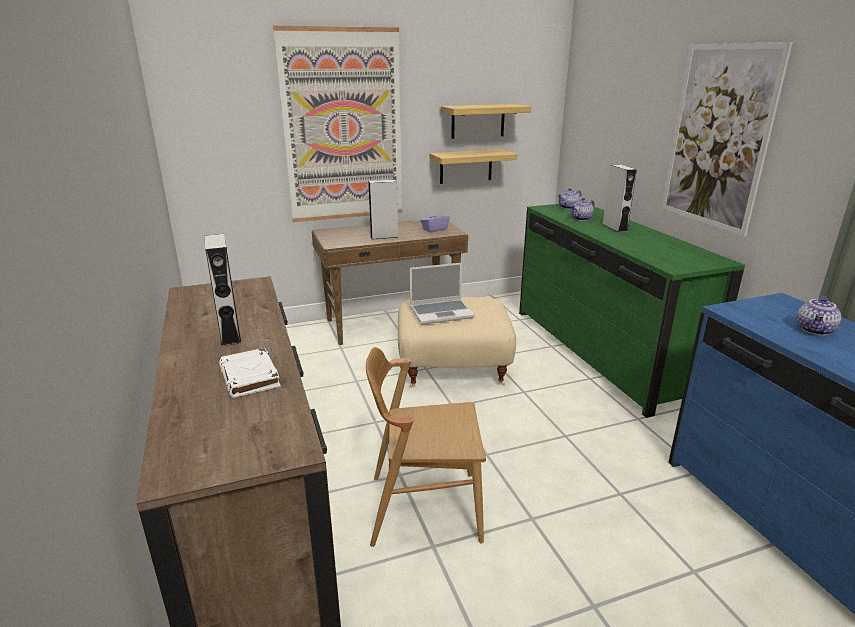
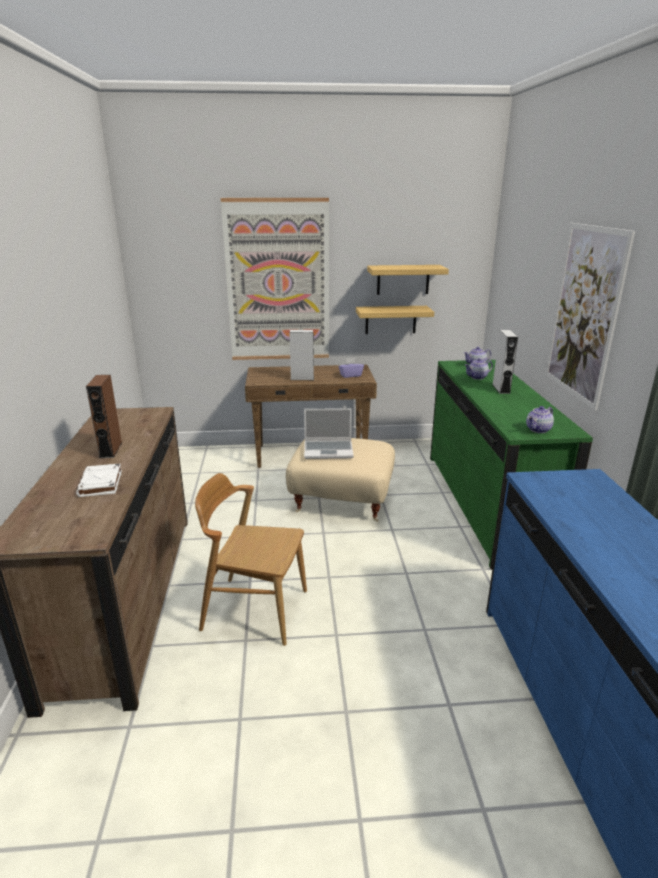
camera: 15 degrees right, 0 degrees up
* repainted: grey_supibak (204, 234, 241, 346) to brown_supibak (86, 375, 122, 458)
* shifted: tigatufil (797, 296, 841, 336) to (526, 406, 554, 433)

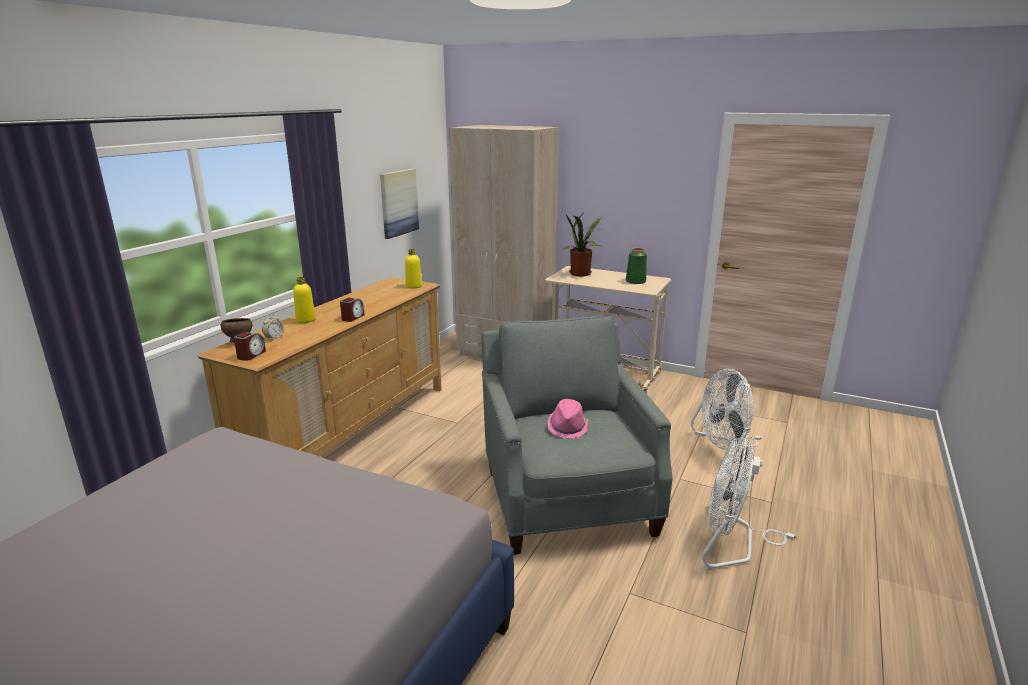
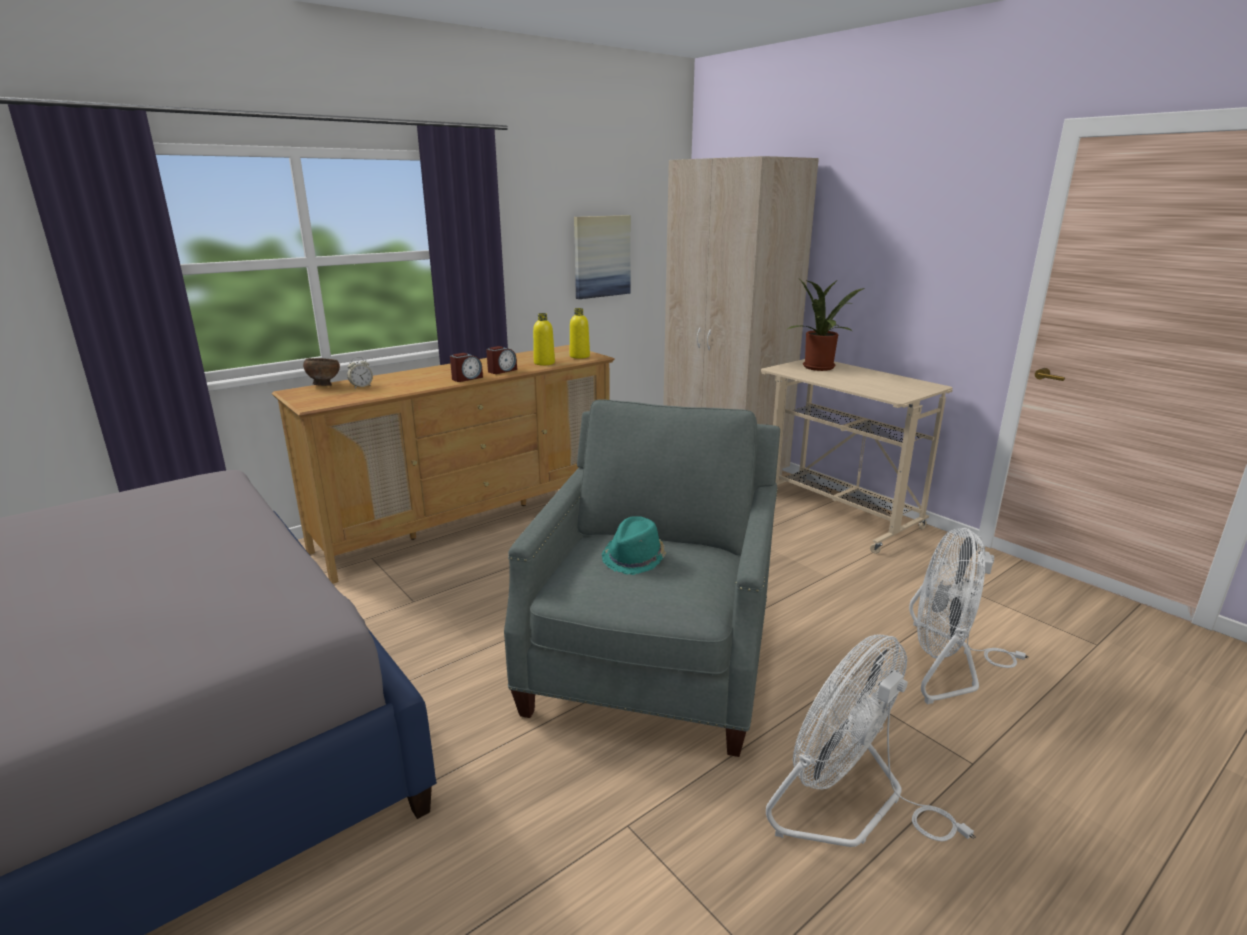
camera: 25 degrees right, 0 degrees up
* gone: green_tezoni (626, 248, 647, 284)
* shifted: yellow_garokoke (293, 277, 316, 323) to (533, 313, 555, 366)
* shifted: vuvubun (234, 332, 266, 361) to (486, 346, 517, 374)
* repainted: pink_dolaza (547, 399, 589, 439) to turquoise_dolaza (602, 516, 666, 575)

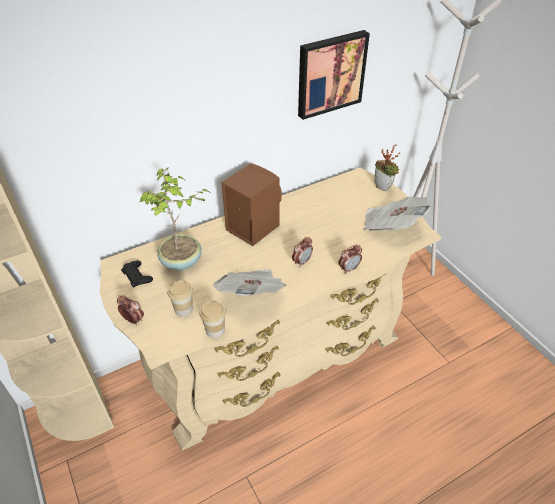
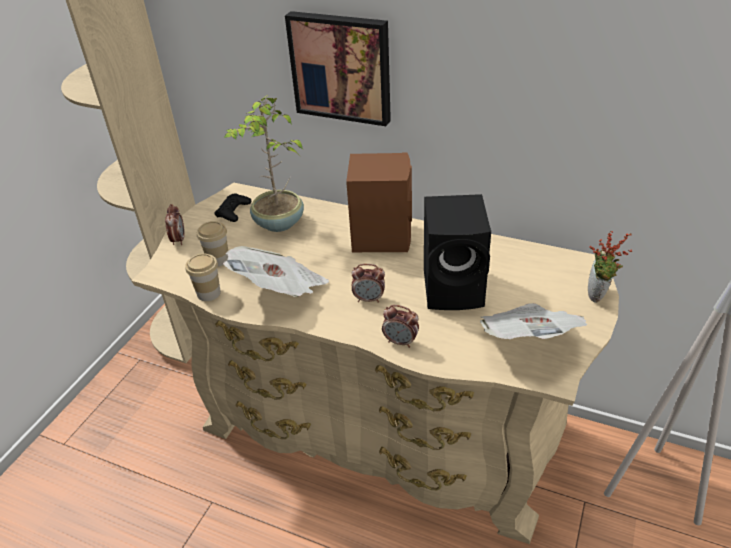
camera: 55 degrees right, 5 degrees down
* shifted: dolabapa (298, 30, 370, 120) to (285, 11, 391, 126)
* new: black_supibak (424, 194, 491, 310)

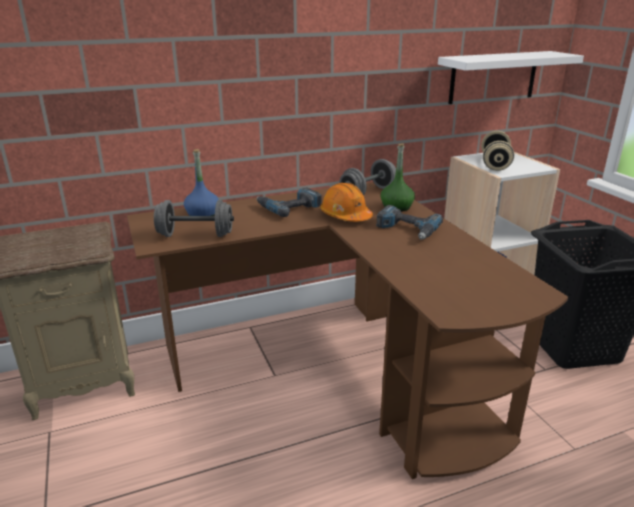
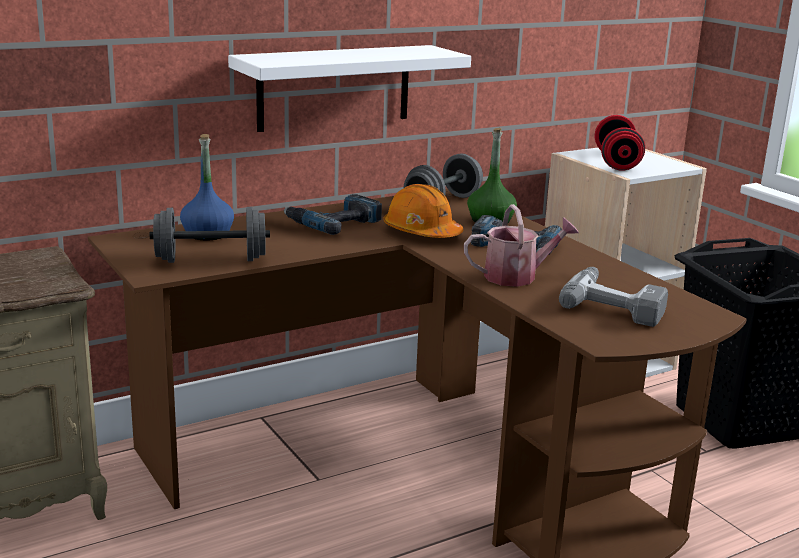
camera: 10 degrees left, 5 degrees down
* shifted: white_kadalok (438, 51, 584, 104) to (228, 45, 471, 132)
* repainted: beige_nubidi (481, 131, 514, 171) to red_nubidi (595, 115, 645, 171)
* new: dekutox (464, 204, 579, 287)
* new: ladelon (559, 267, 668, 327)

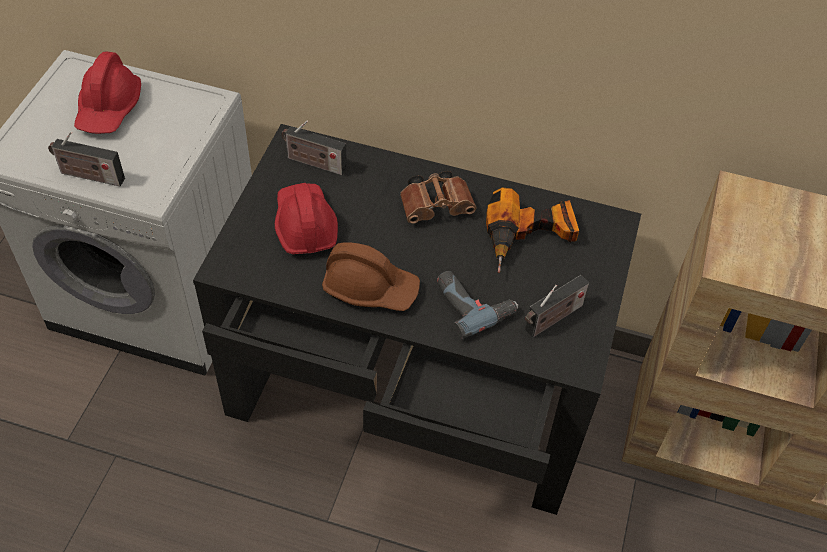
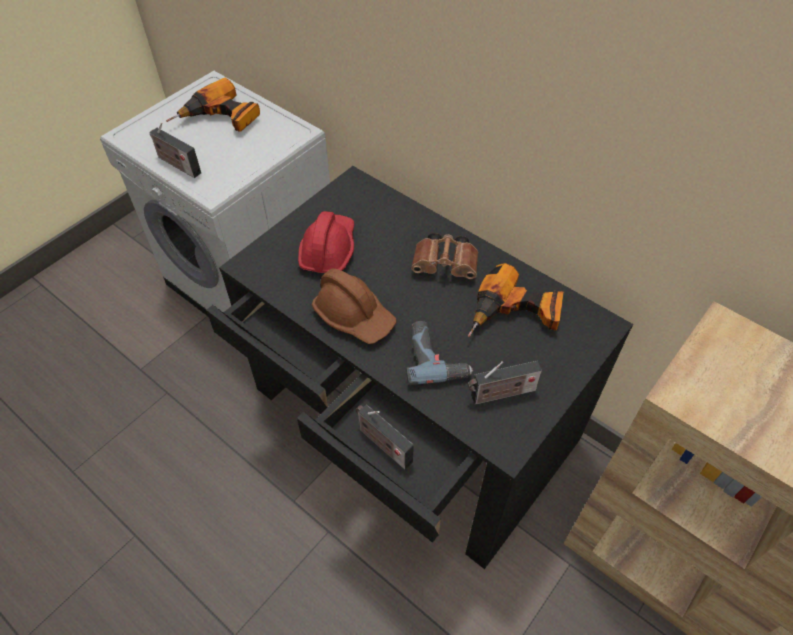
camera: 25 degrees right, 0 degrees up
* swapped: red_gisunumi (74, 52, 141, 134) to ladelon (166, 78, 260, 132)
* shifted: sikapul (281, 121, 347, 175) to (356, 405, 414, 470)

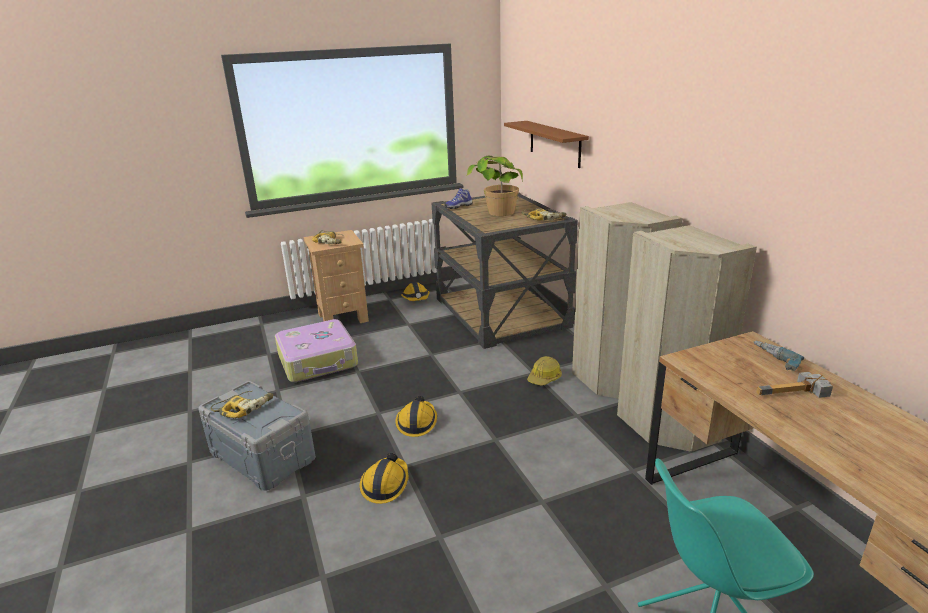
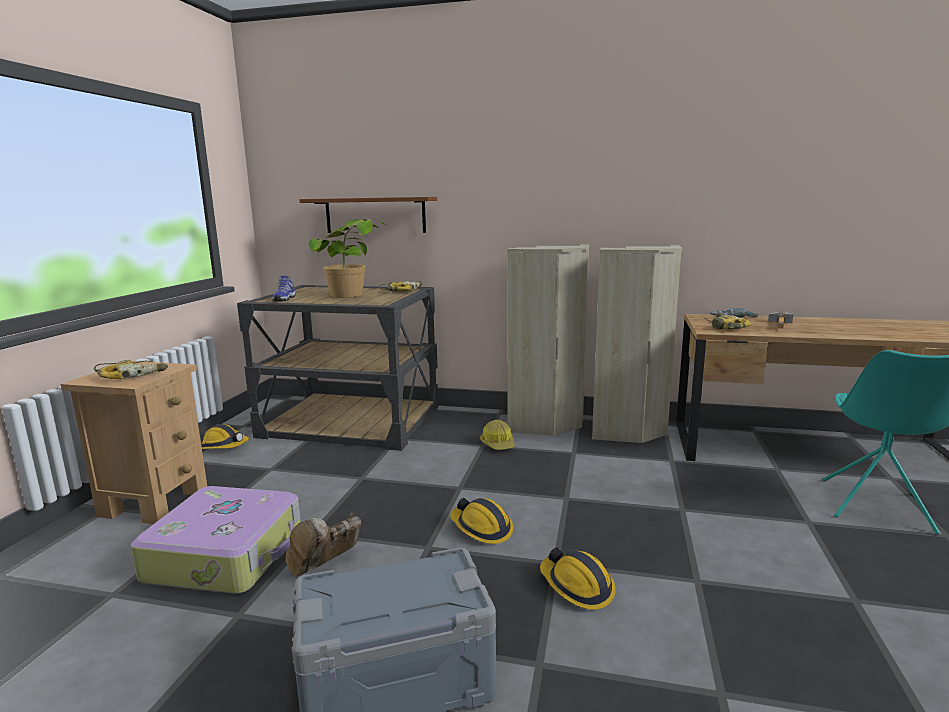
camera: 55 degrees left, 10 degrees down
* shifted: ladelon (211, 391, 273, 418) to (704, 313, 751, 329)
* new: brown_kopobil (285, 513, 361, 577)

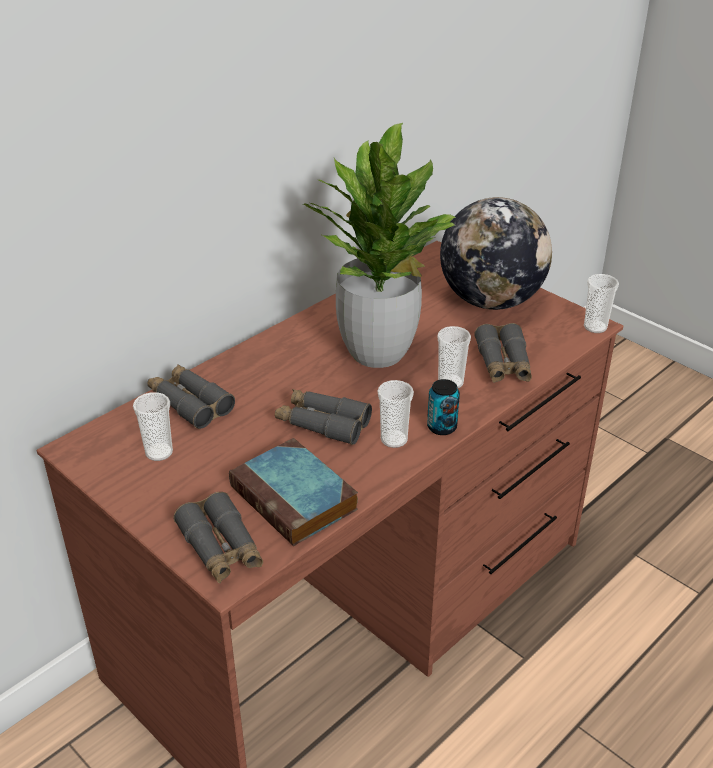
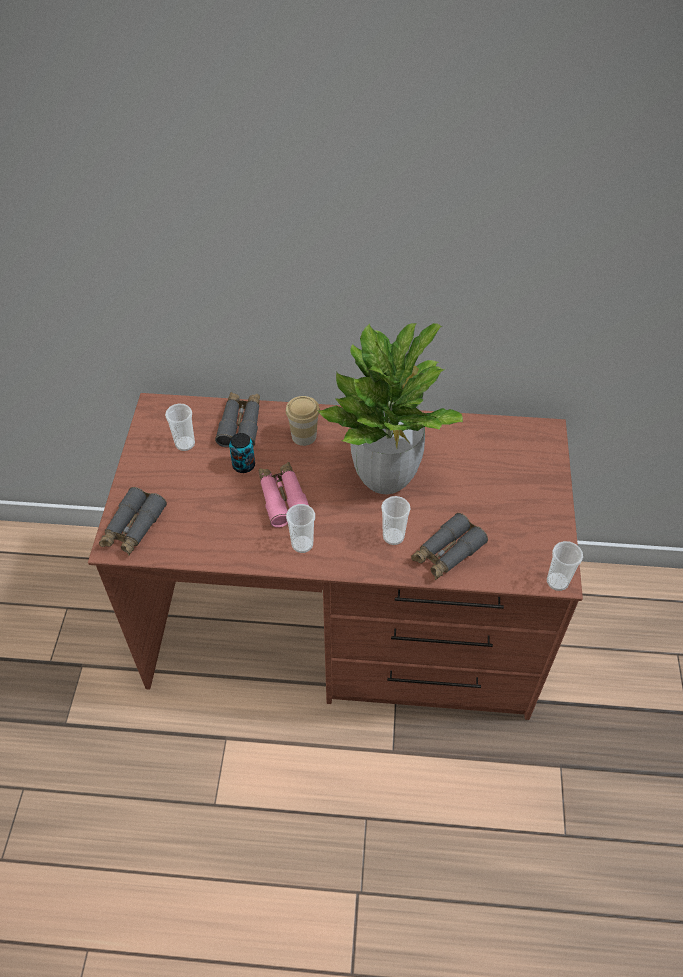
camera: 50 degrees right, 15 degrees up
* gone: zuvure (440, 197, 552, 310)
* shifted: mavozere (427, 379, 460, 435) to (229, 433, 255, 473)
* repainted: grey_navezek (275, 389, 372, 445) to pink_navezek (259, 462, 309, 528)
* gone: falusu (229, 438, 358, 546)
* new: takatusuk (286, 396, 320, 446)

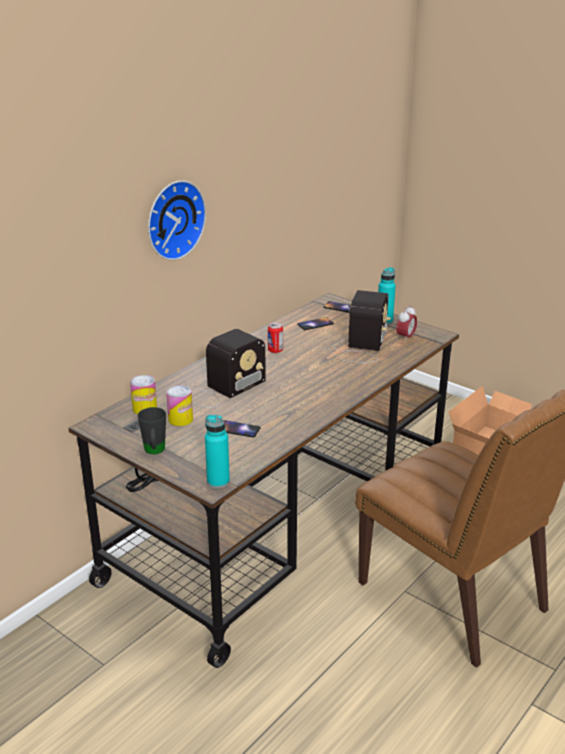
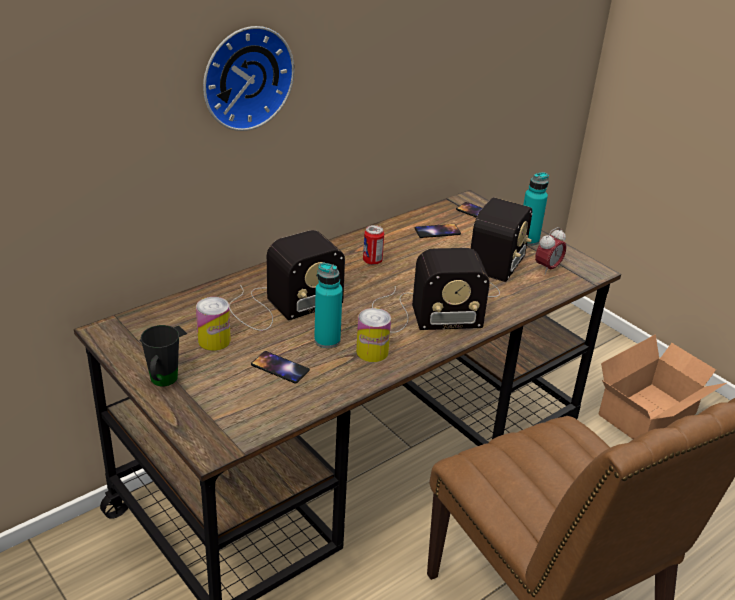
camera: 10 degrees right, 5 degrees up
* shifted: mavozere (130, 375, 157, 414) to (356, 308, 391, 362)
* shifted: turquoise_garokoke (205, 415, 230, 488) to (314, 263, 343, 348)
* new: sikapul (372, 248, 490, 333)

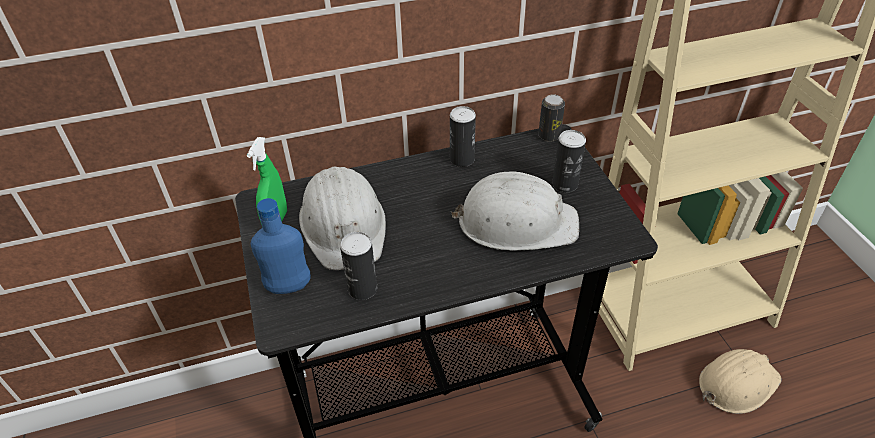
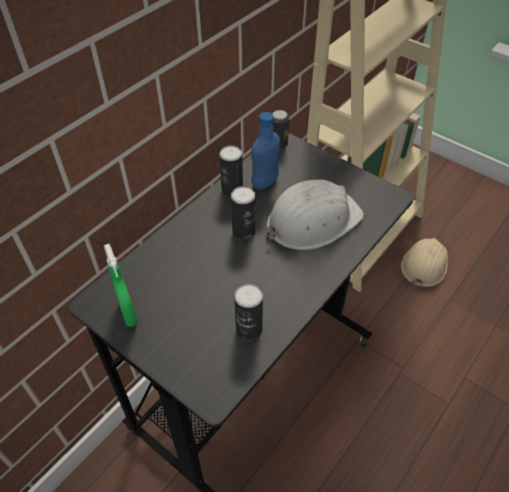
camera: 35 degrees left, 5 degrees up
* shifted: mavozere (552, 130, 586, 192) to (231, 186, 255, 240)
* gone: white_gisunumi (299, 167, 386, 270)
* shifted: blue_garokoke (251, 198, 311, 294) to (251, 112, 280, 190)

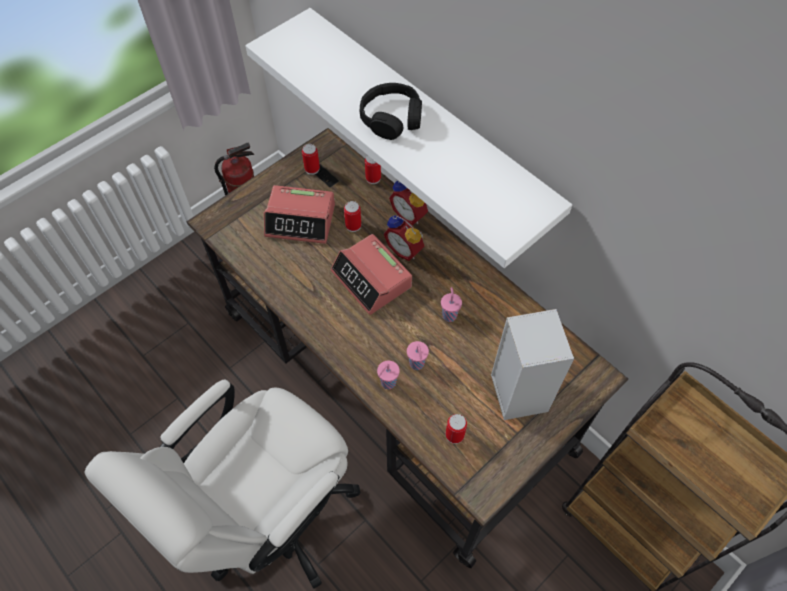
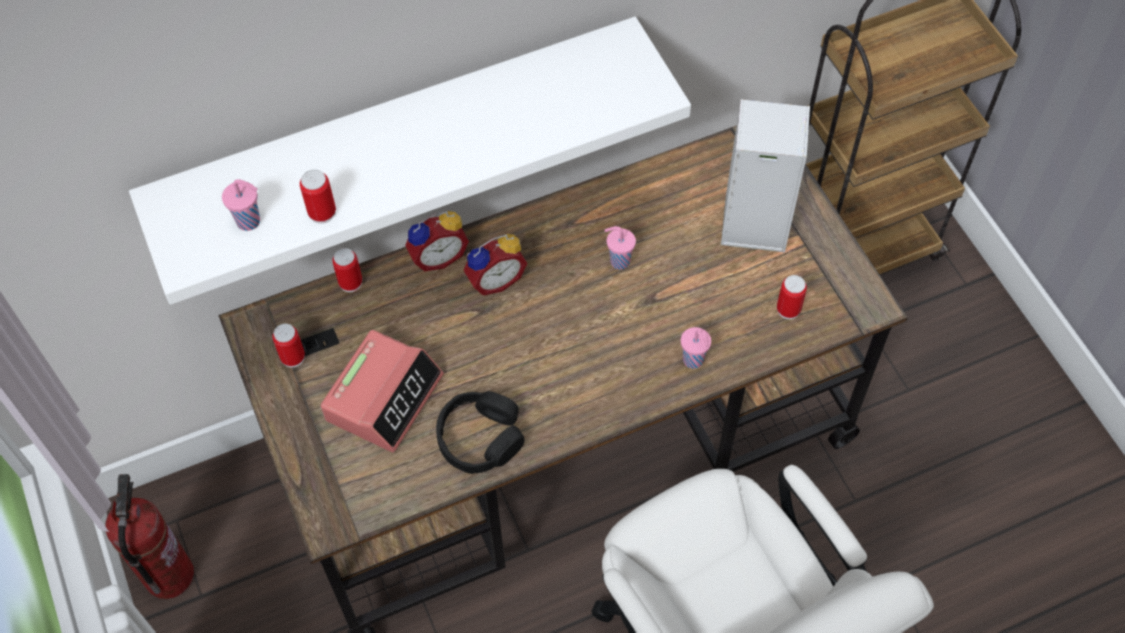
camera: 70 degrees left, 0 degrees up
* shifted: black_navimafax (360, 83, 422, 140) to (436, 391, 525, 474)
* shifted: mavozere (344, 201, 361, 232) to (300, 169, 336, 224)
* gone: vuvubun (331, 234, 412, 315)
* shifted: pink_takatusuk (407, 341, 429, 370) to (222, 179, 260, 231)

